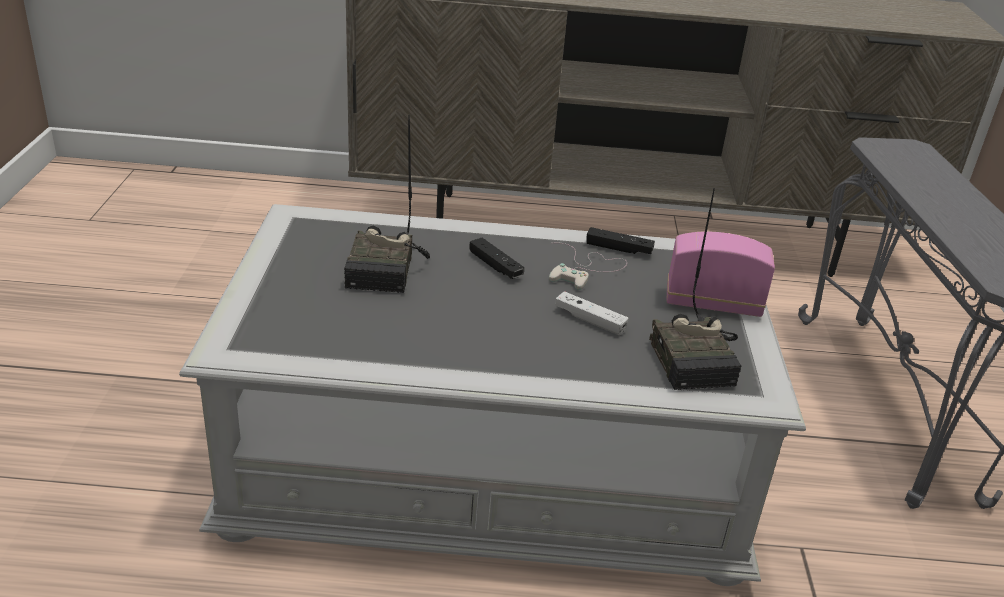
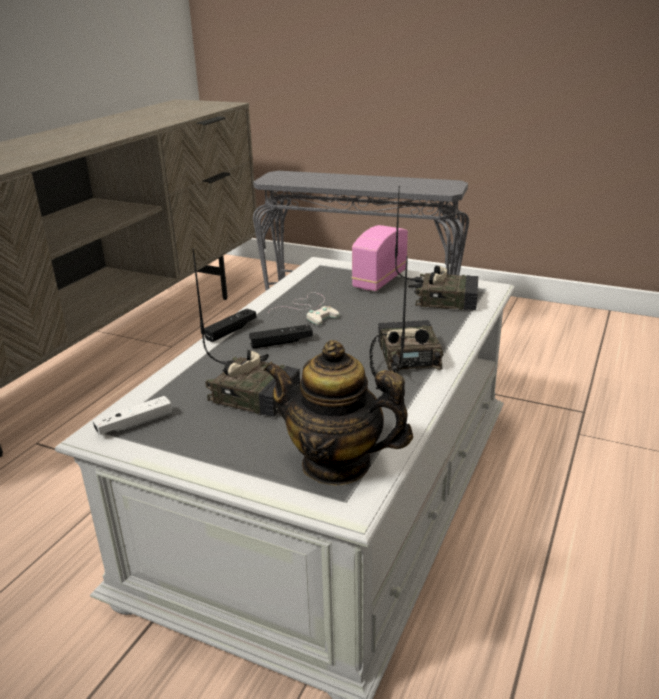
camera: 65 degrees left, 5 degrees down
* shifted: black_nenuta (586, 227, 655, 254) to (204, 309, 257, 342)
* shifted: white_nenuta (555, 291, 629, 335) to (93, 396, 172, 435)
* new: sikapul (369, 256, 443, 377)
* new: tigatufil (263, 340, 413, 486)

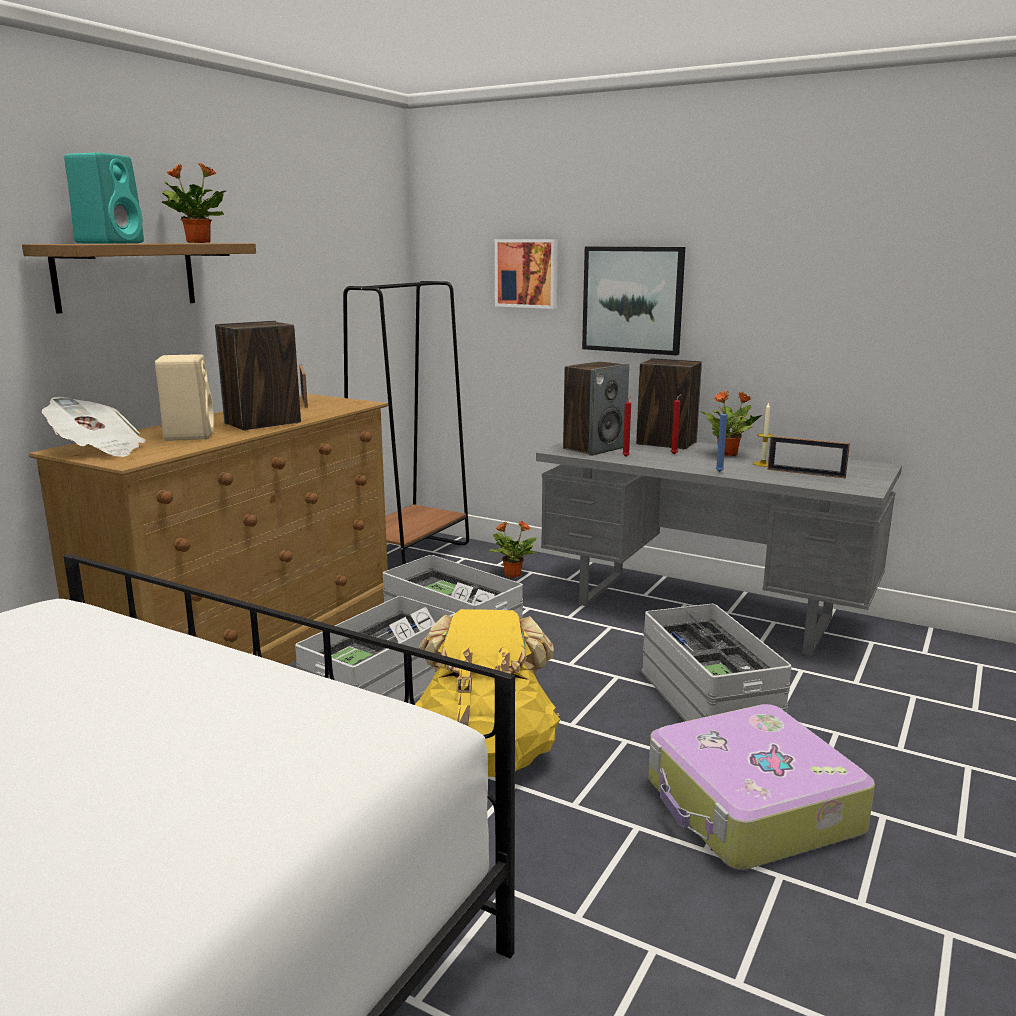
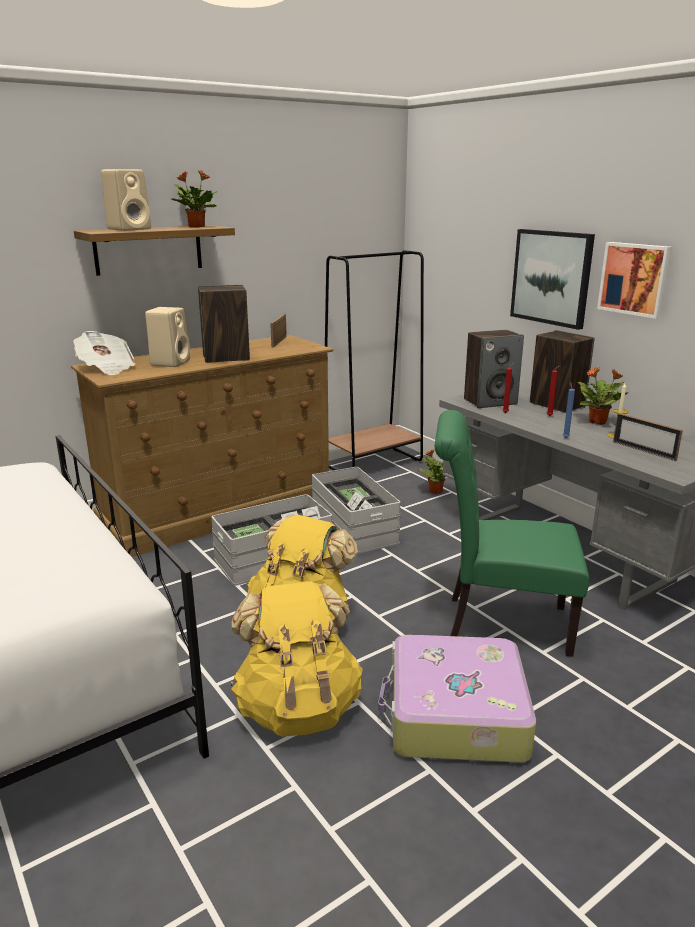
camera: 25 degrees right, 5 degrees up
* repainted: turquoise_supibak (64, 153, 144, 243) to beige_supibak (101, 169, 151, 231)
* shifted: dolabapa (495, 239, 558, 309) to (597, 242, 673, 319)
* swapped: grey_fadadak (641, 604, 791, 721) to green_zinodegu (435, 410, 589, 657)
* new: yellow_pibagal (231, 581, 363, 737)

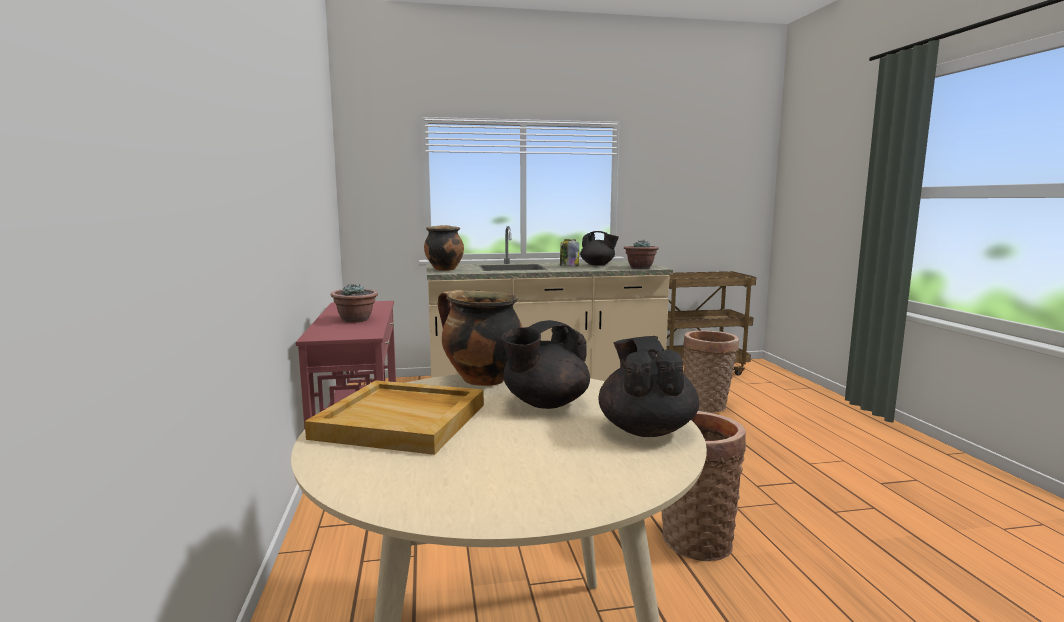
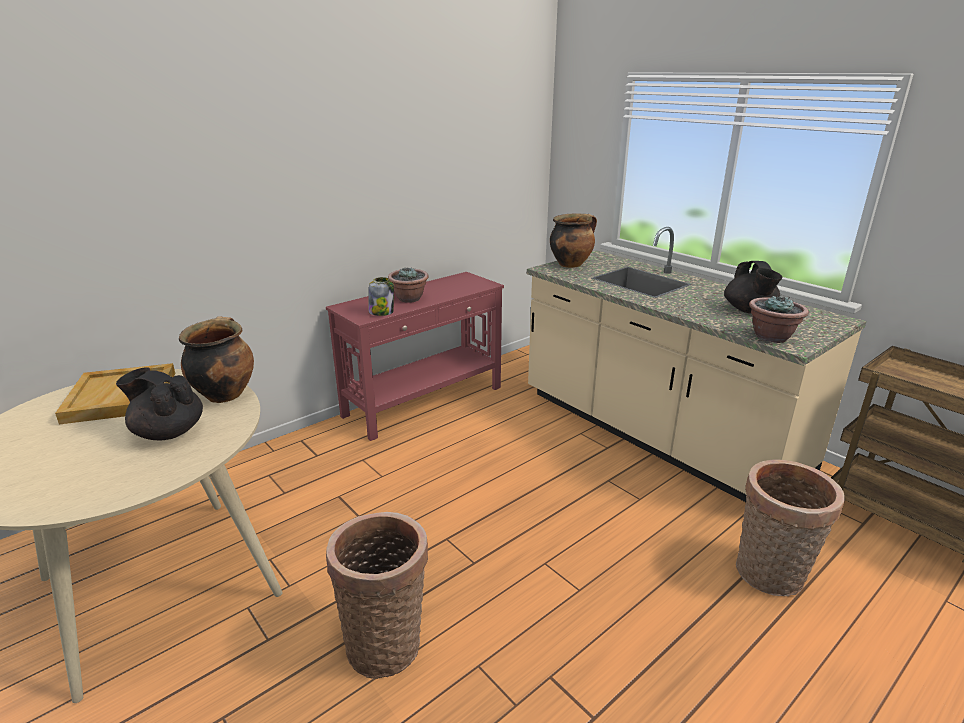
camera: 60 degrees right, 15 degrees up
* shifted: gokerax (560, 239, 579, 266) to (369, 277, 394, 316)
* gone: black_tigatufil (598, 336, 700, 437)

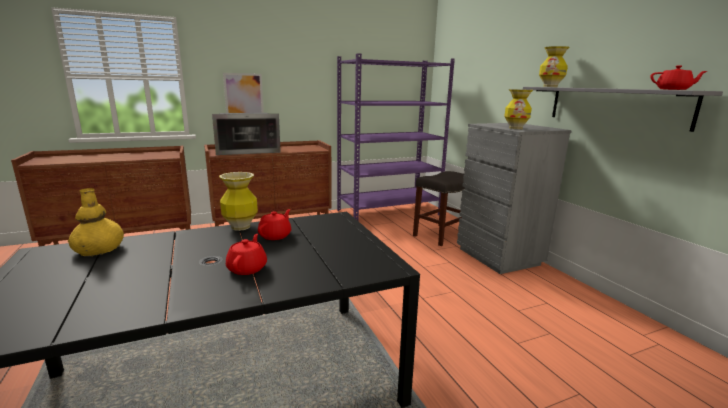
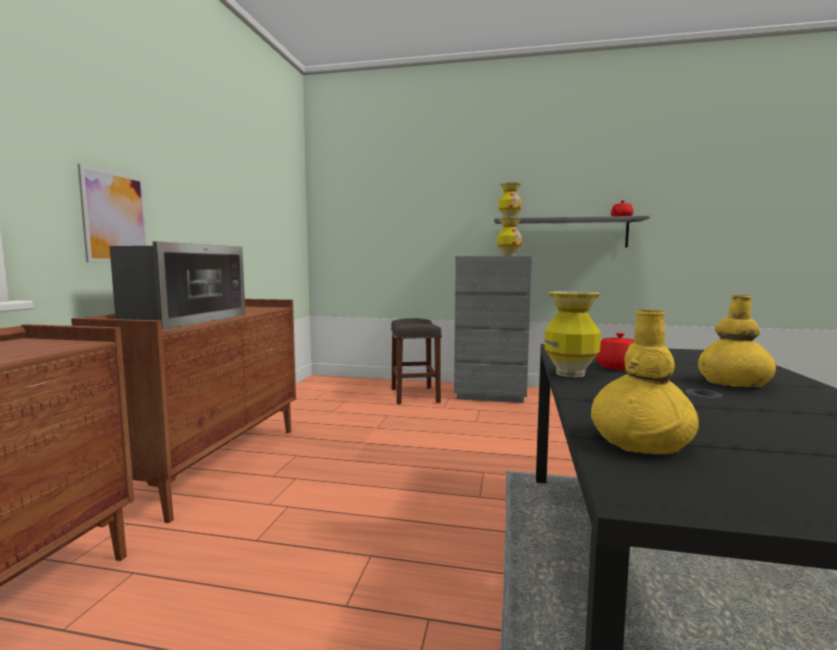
camera: 55 degrees left, 10 degrees down
* gone: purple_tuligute (337, 53, 455, 221)
* swapped: red_tigatufil (226, 234, 267, 275) to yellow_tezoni (698, 295, 777, 387)

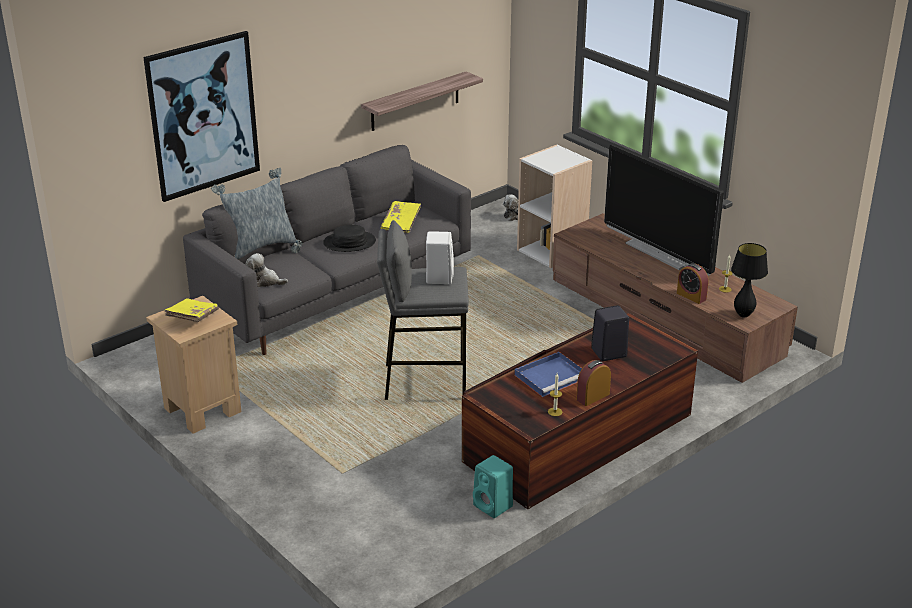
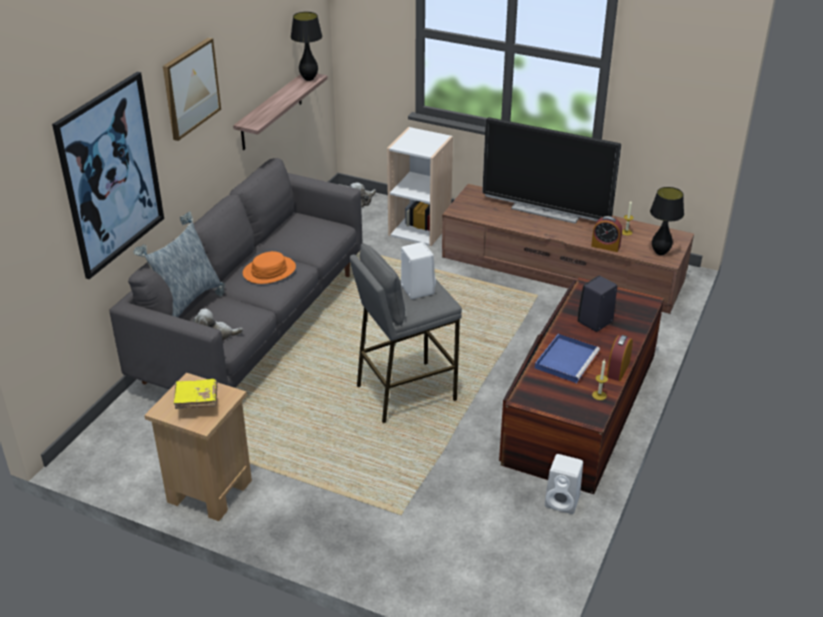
camera: 25 degrees left, 5 degrees up
* gone: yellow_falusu (381, 201, 421, 233)
* repainted: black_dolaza (323, 225, 376, 252) to orange_dolaza (243, 251, 296, 284)
* repainted: turquoise_supibak (473, 455, 513, 518) to white_supibak (545, 454, 583, 514)
* new: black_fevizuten (291, 12, 322, 81)
* new: dolabapa (163, 37, 221, 141)

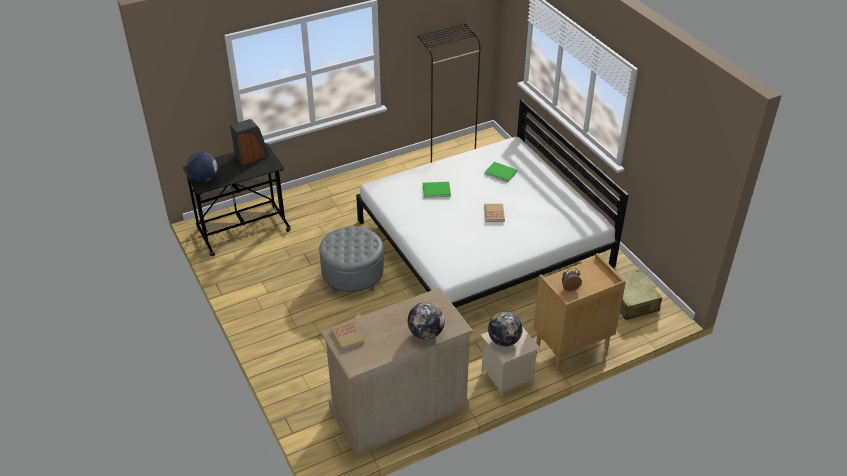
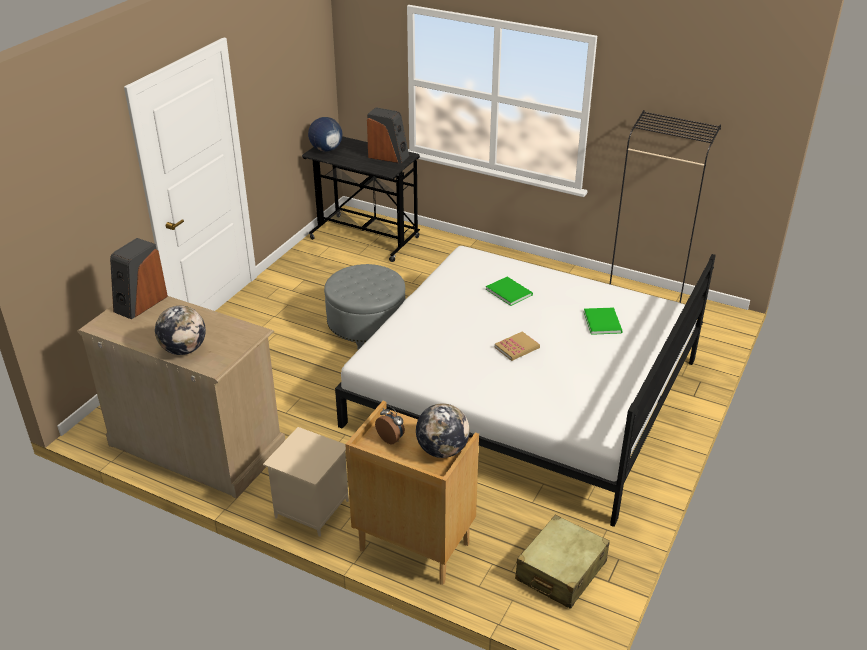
camera: 55 degrees right, 5 degrees down
* shifted: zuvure (488, 312, 522, 346) to (416, 403, 470, 458)
* swapped: falusu (331, 320, 364, 351) to supibak (110, 238, 168, 319)

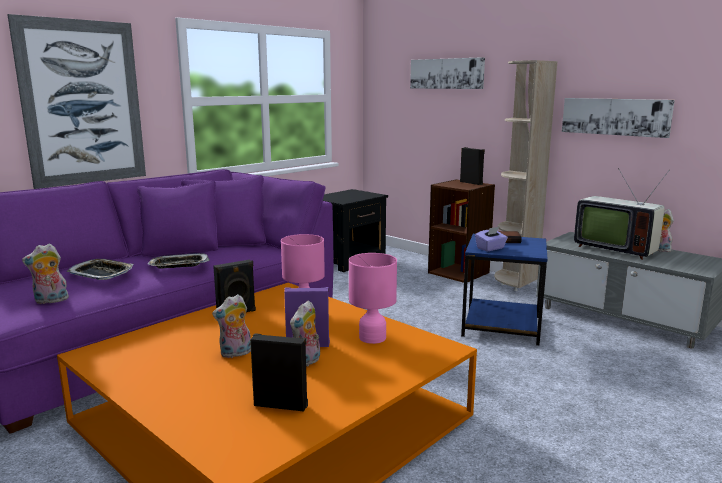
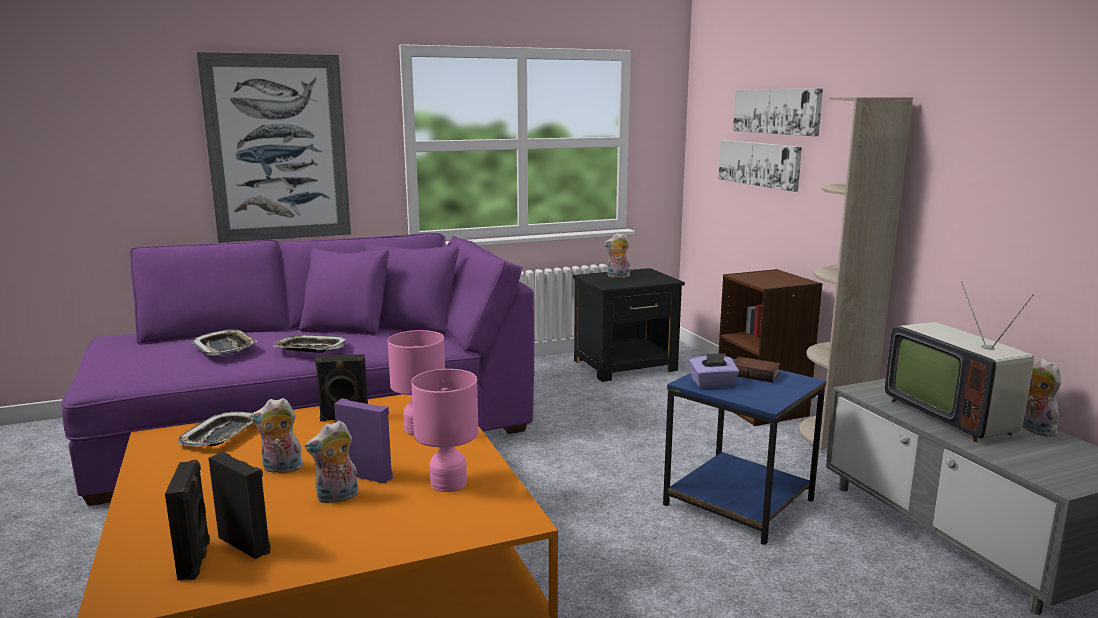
camera: 25 degrees right, 0 degrees up
* shifted: dolabapa (562, 98, 675, 138) to (719, 140, 802, 192)
* shifted: black_supibak (460, 147, 485, 185) to (165, 460, 210, 581)
* shifted: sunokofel (22, 244, 69, 304) to (604, 233, 630, 278)
* new: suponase (178, 412, 254, 447)

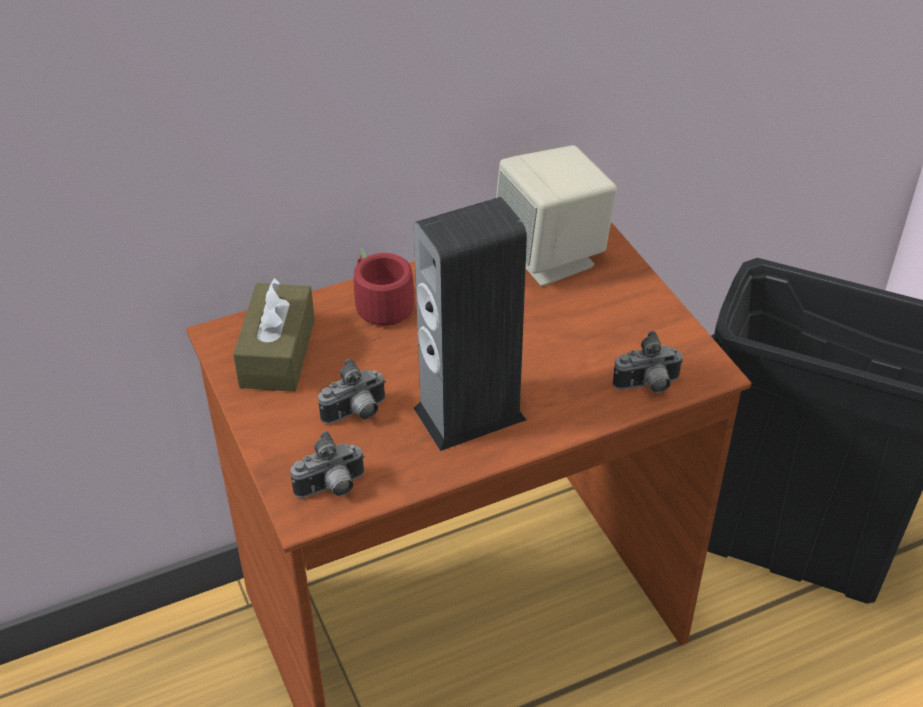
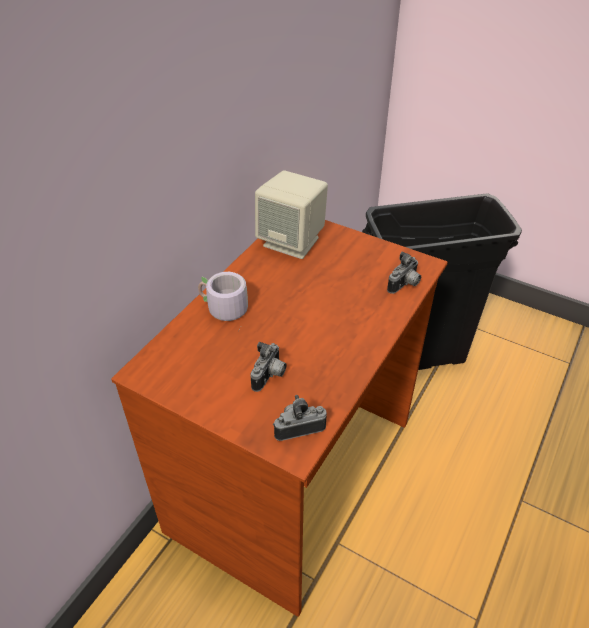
camera: 35 degrees left, 0 degrees up
* gone: supibak (414, 197, 527, 451)
* repainted: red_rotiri (354, 248, 414, 341) to grey_rotiri (198, 272, 248, 331)
* gone: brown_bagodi (233, 277, 315, 392)
* rotated: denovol (290, 431, 365, 498) = (273, 395, 327, 441) 135 degrees counterclockwise

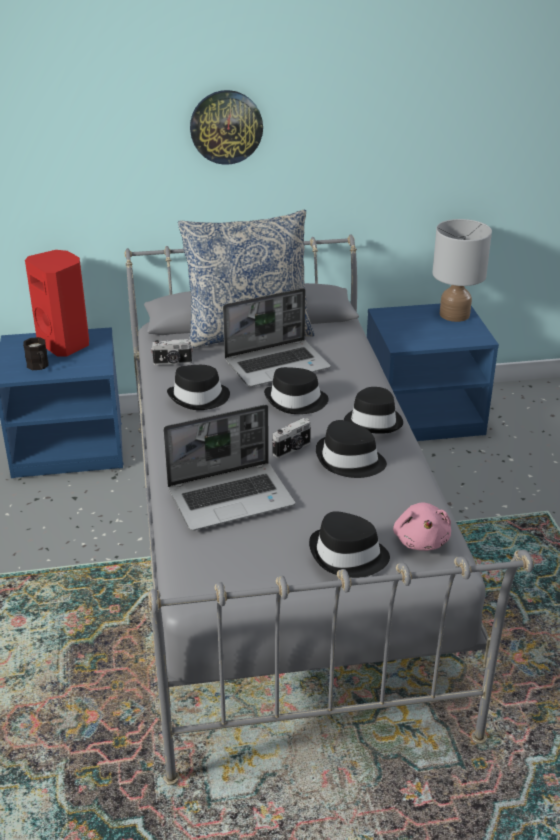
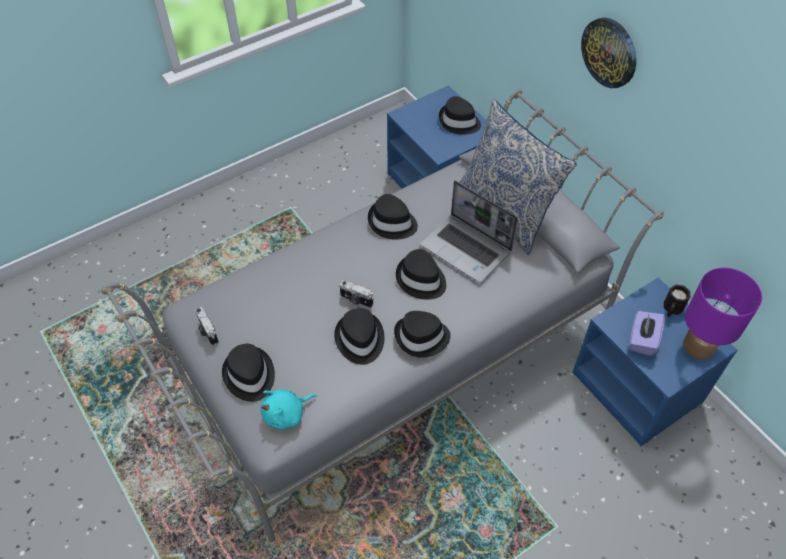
camera: 65 degrees right, 20 degrees up
* repainted: grey_fevizuten (432, 219, 492, 322) to purple_fevizuten (683, 268, 762, 360)
* swapped: red_supibak (25, 250, 89, 357) to black_dolaza (439, 96, 481, 135)
* shifted: black_rotiri (23, 337, 49, 370) to (664, 285, 691, 317)
* shifted: denovol (151, 339, 193, 365) to (195, 307, 219, 346)
* gone: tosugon (163, 404, 295, 531)
* repainted: pink_sunokofel (393, 502, 451, 551) to turquoise_sunokofel (260, 389, 316, 429)
* new: purple_bagodi (630, 311, 665, 356)

